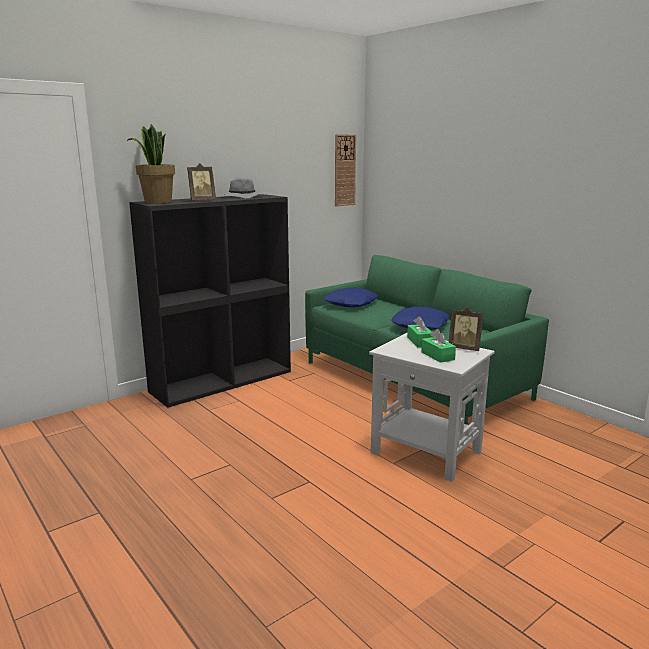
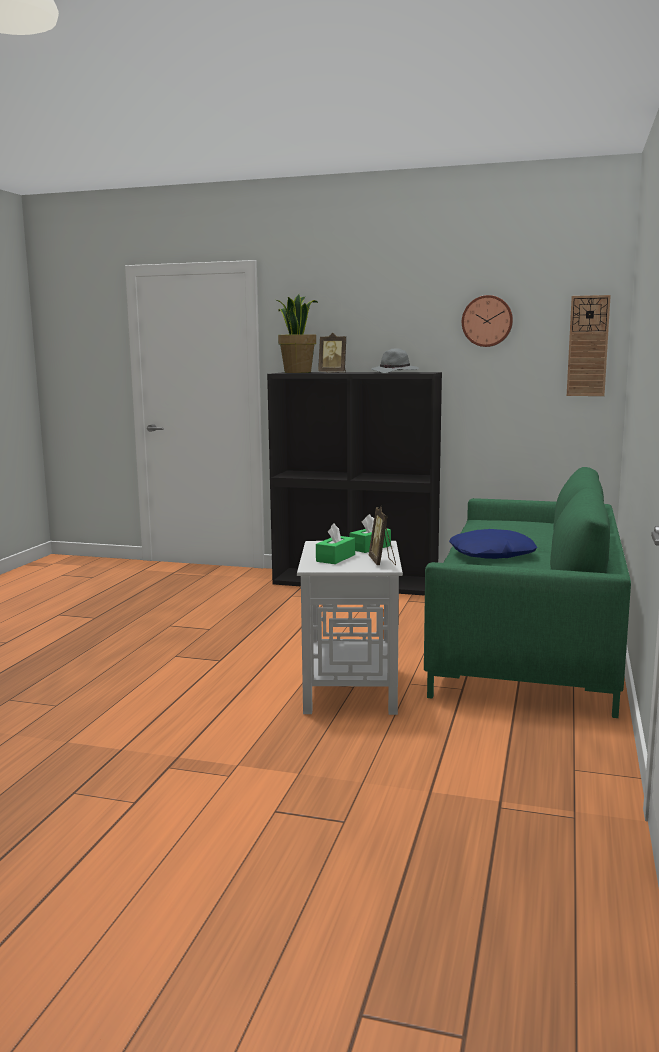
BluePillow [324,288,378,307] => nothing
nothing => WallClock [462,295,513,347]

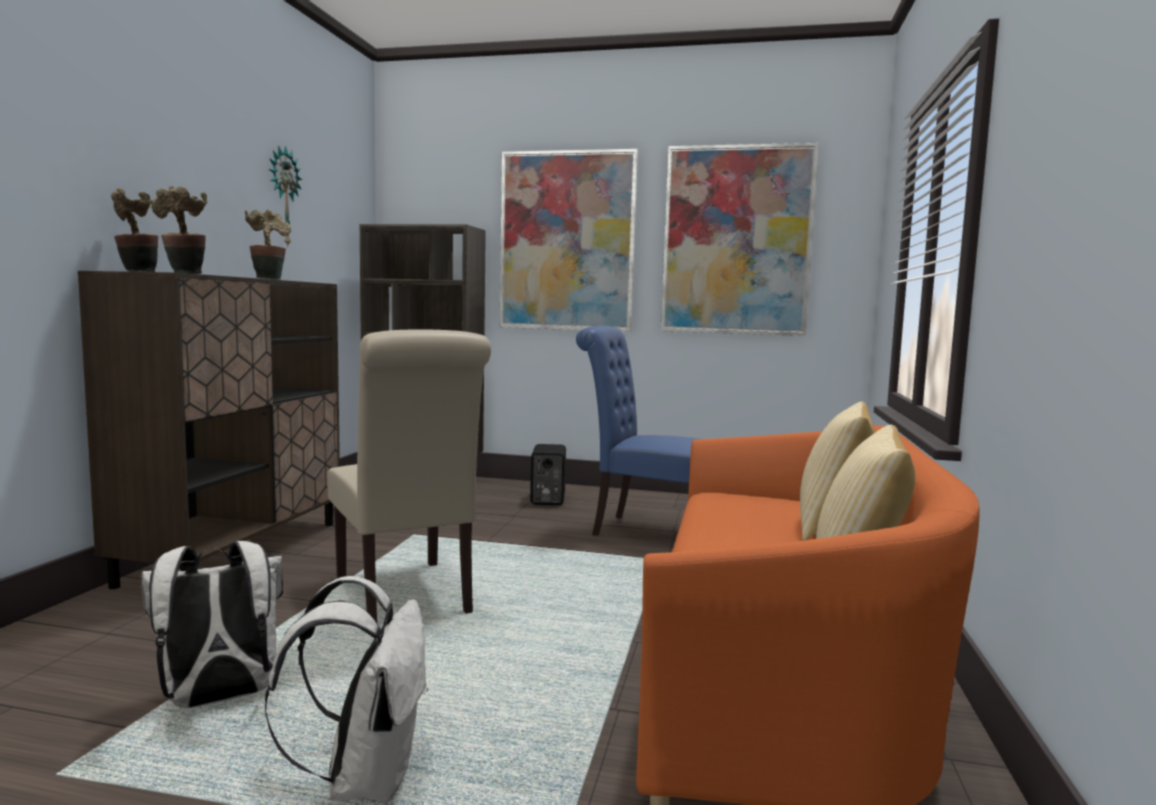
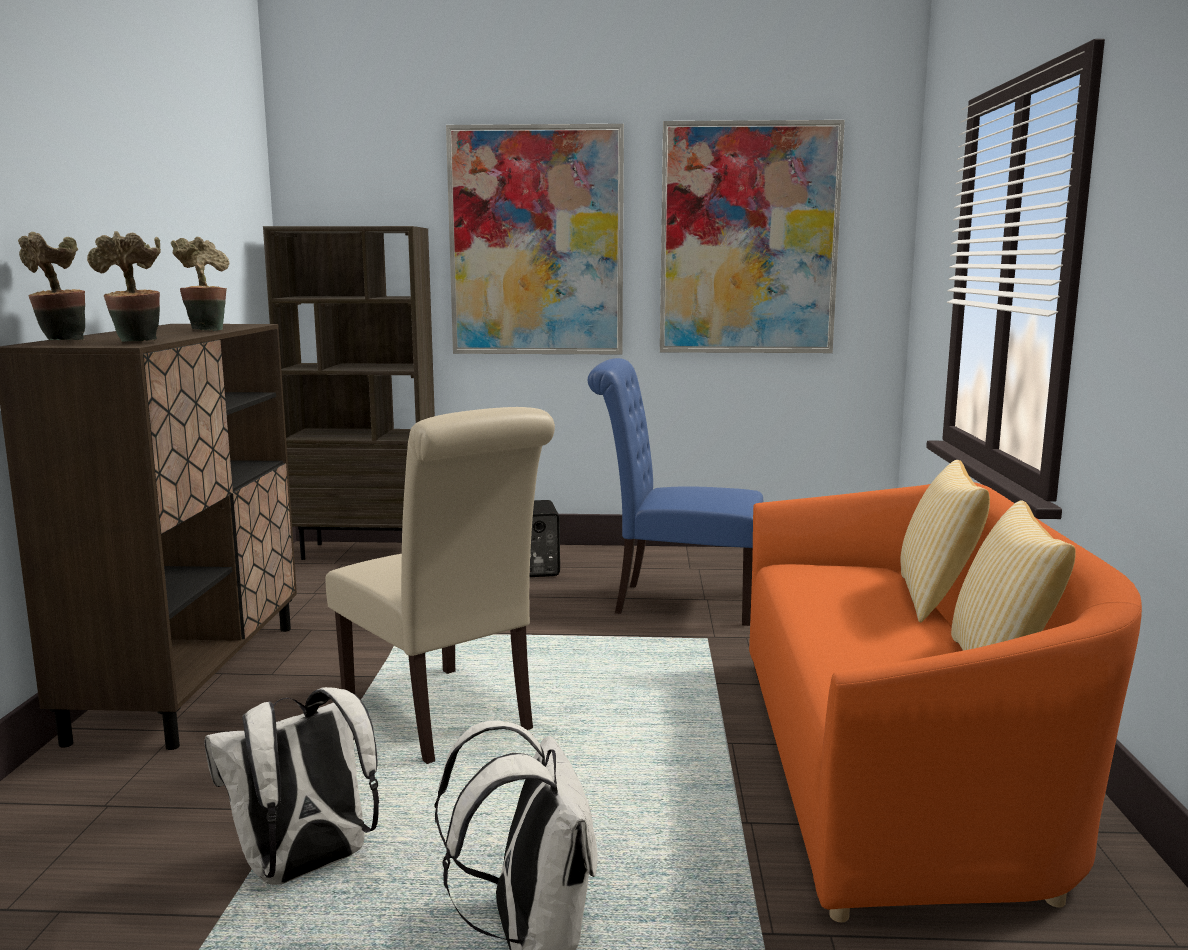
WallClock [269,146,302,248] => nothing

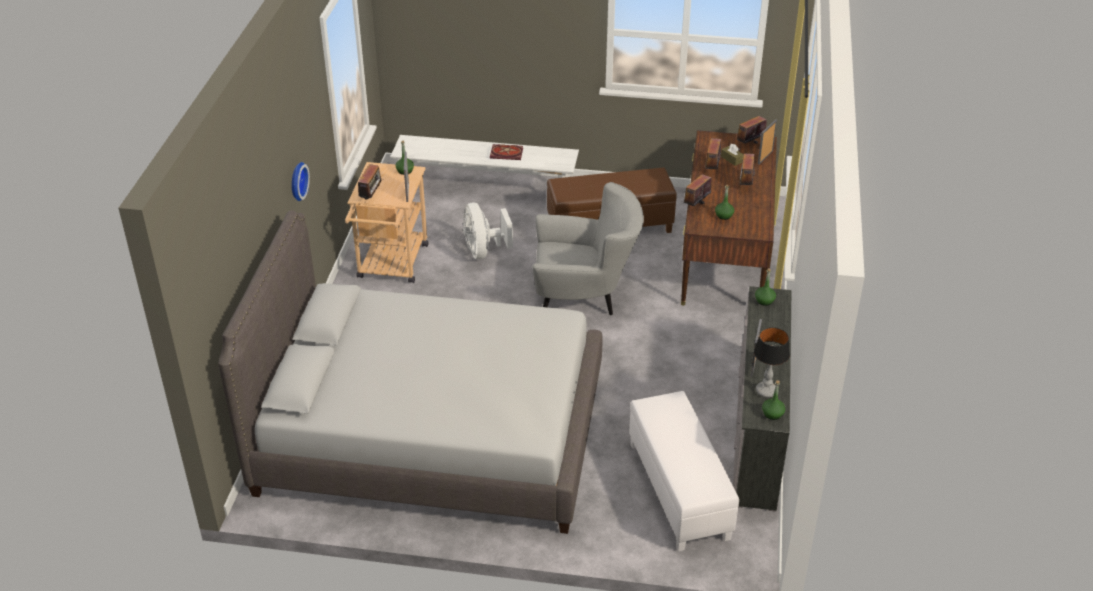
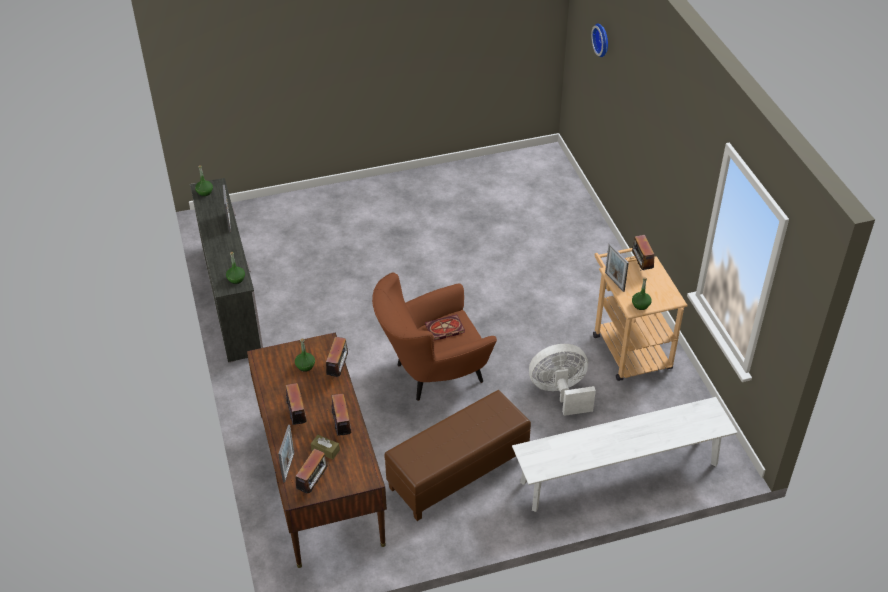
Book [490,144,523,160] => Book [425,314,465,341], moved
WallClock [292,162,310,201] => WallClock [591,23,608,57], moved
GreyArmchair [532,182,644,315] => BrownArmchair [372,272,497,401]
WhiteFan [463,203,513,259] => WhiteFan [529,344,596,416], 60 degrees counterclockwise
GreyBed [218,210,603,534] => nothing
TableLamp [754,327,790,398] => nothing
WhiteOttoman [629,391,739,551] => nothing

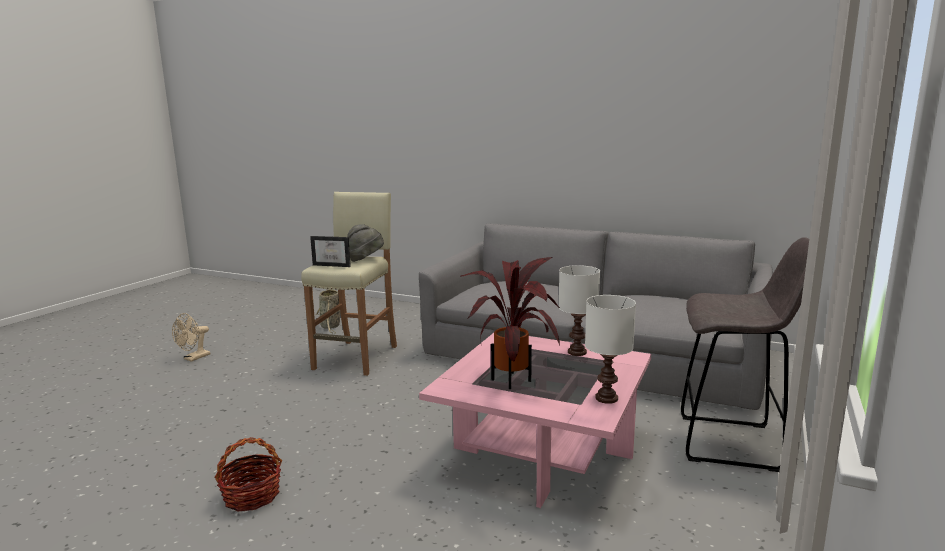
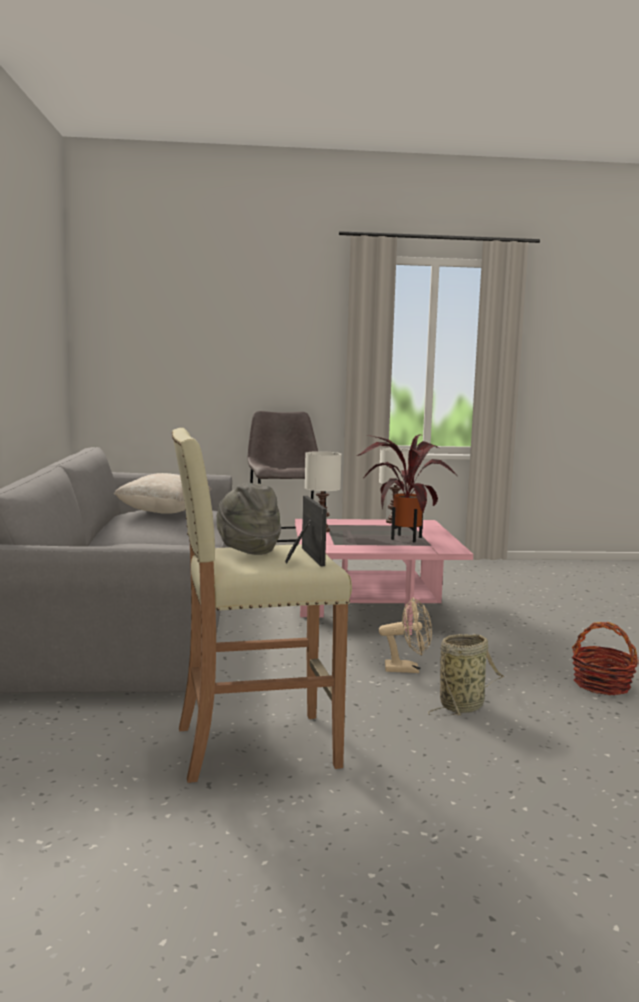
Basket [315,289,340,334] => Basket [428,634,504,716], moved
BeigeFan [172,313,210,362] => BeigeFan [379,598,432,673], moved
nothing => BeigePillow [113,473,211,514]

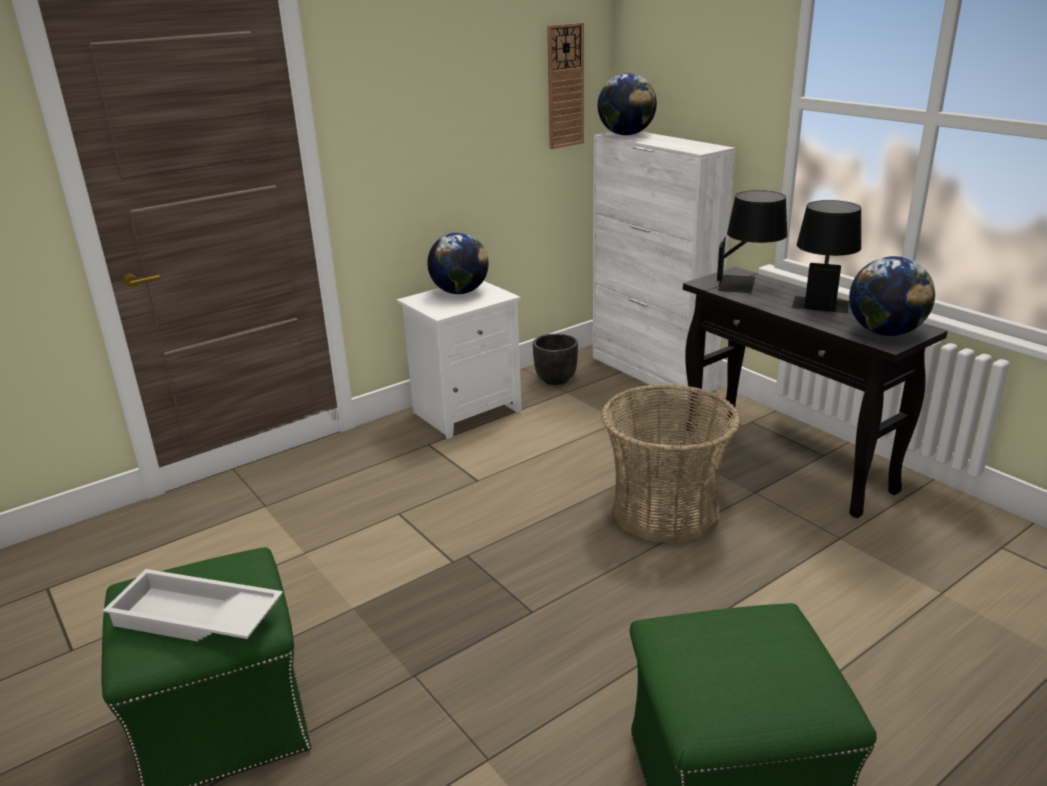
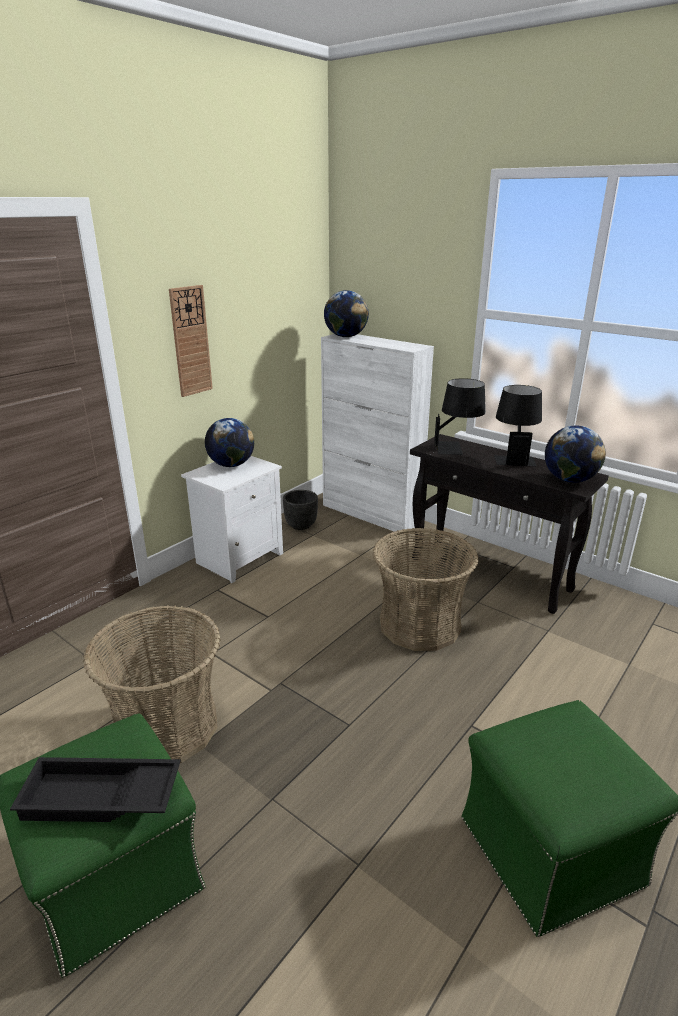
WallClock [547,23,584,149] => WallClock [169,285,213,397], moved
WhiteTray [103,569,283,642] => BlackTray [10,757,181,822]
nothing => Basket [83,605,221,763]

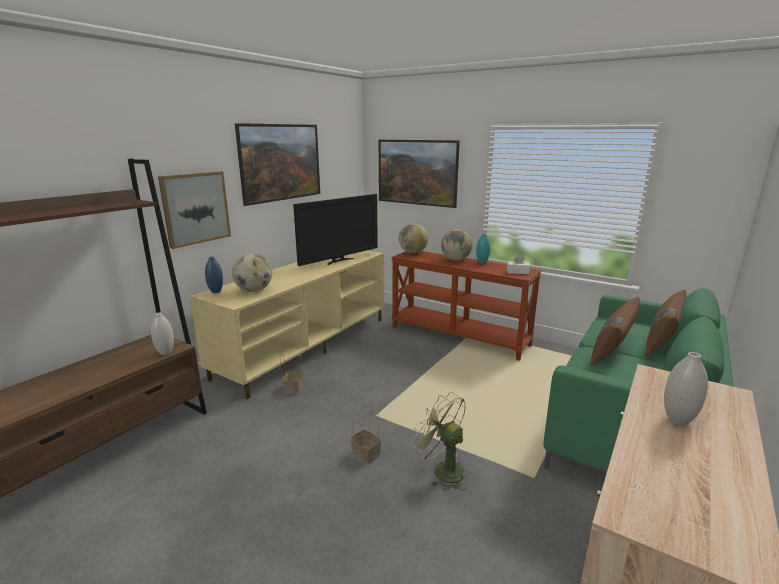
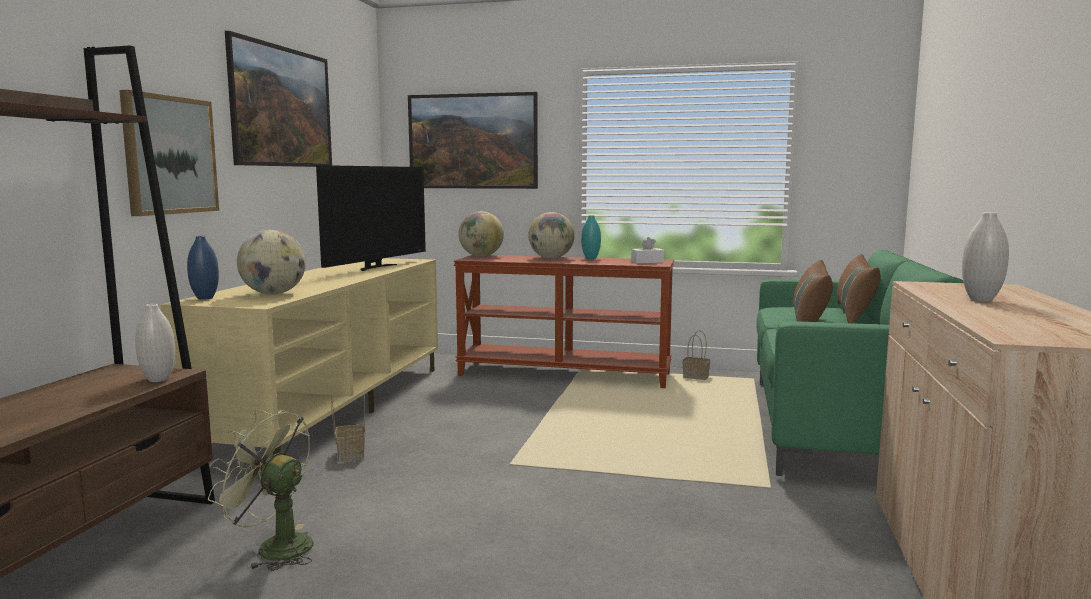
GreenFan [412,392,467,491] => GreenFan [208,409,314,571], moved
Basket [351,409,381,464] => Basket [683,330,710,380], moved

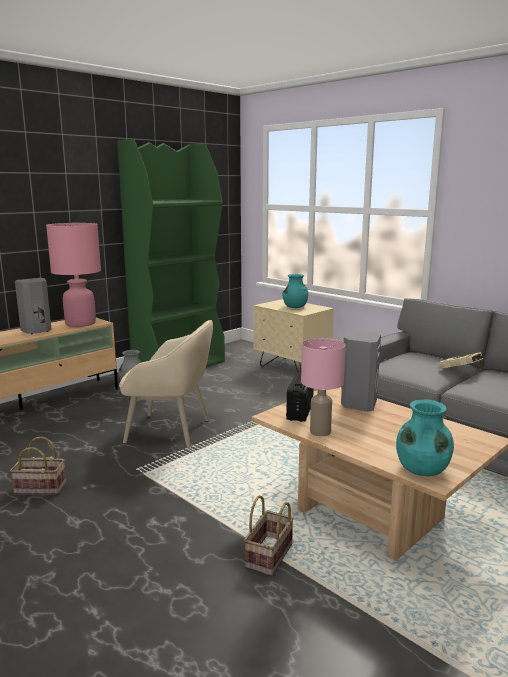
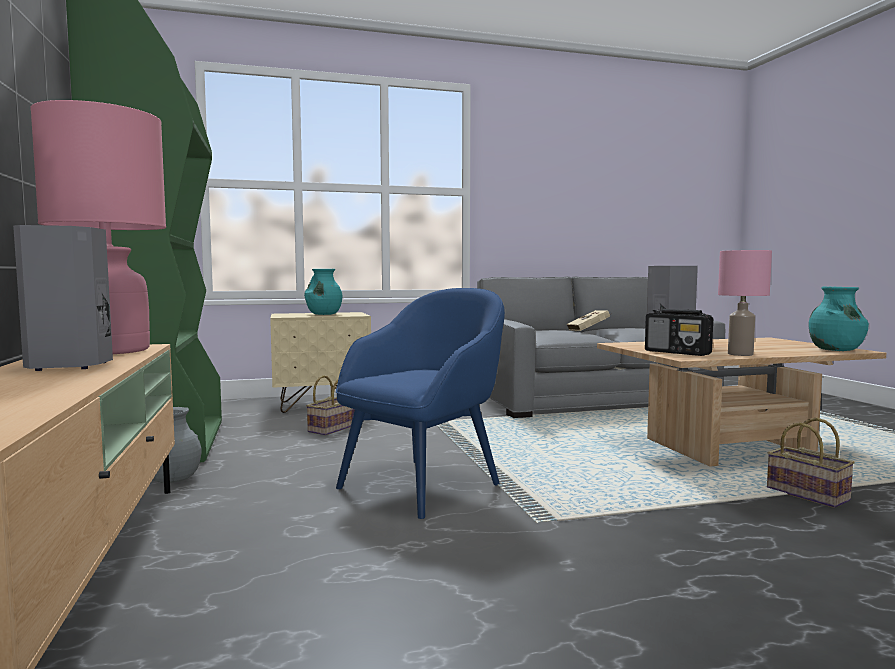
BeigeArmchair [119,320,213,449] => BlueArmchair [336,288,505,519]
Basket [10,437,66,495] => Basket [306,375,355,435], moved

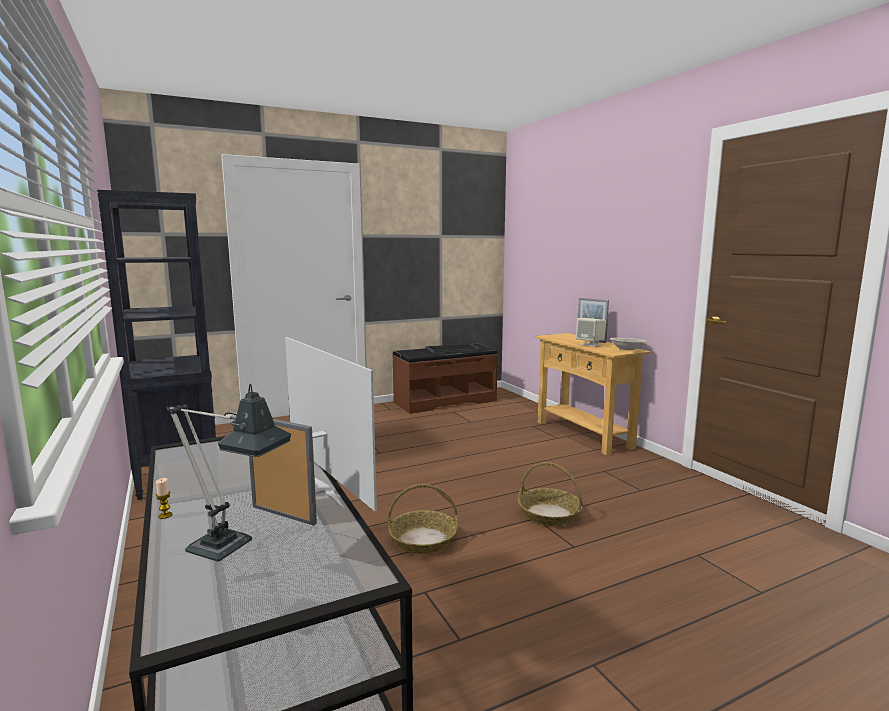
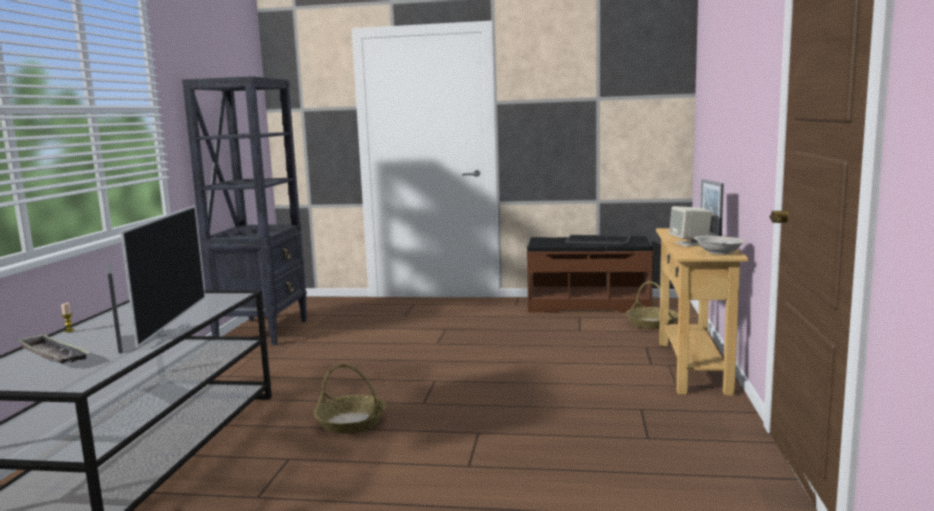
TableLamp [167,384,291,561] => Tray [17,334,90,363]
Basket [518,462,583,526] => Basket [626,281,678,329], moved

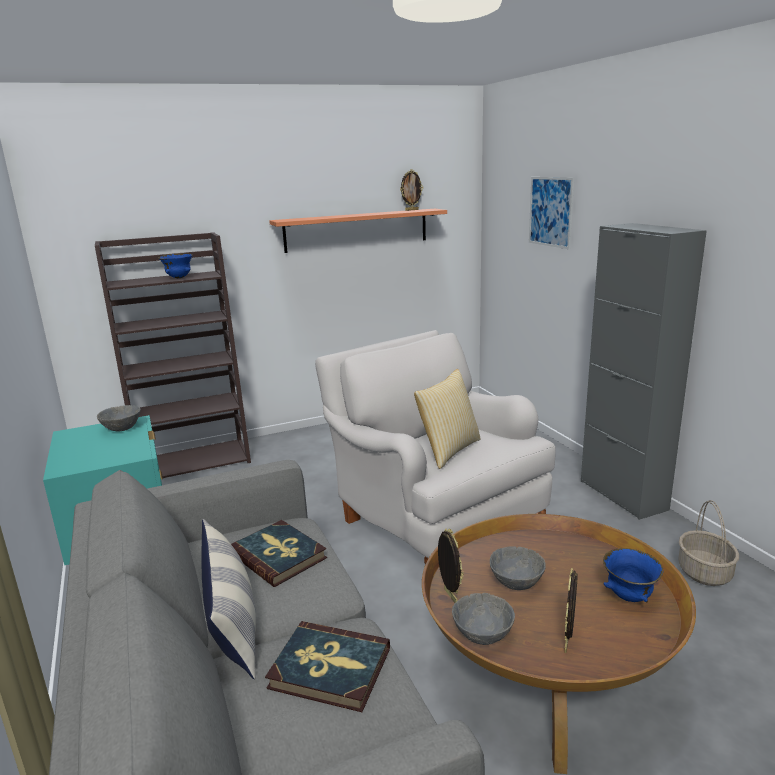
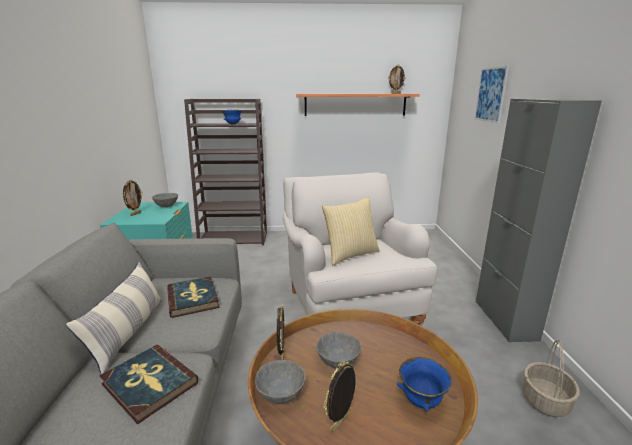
nothing => PictureFrame [123,179,143,216]

